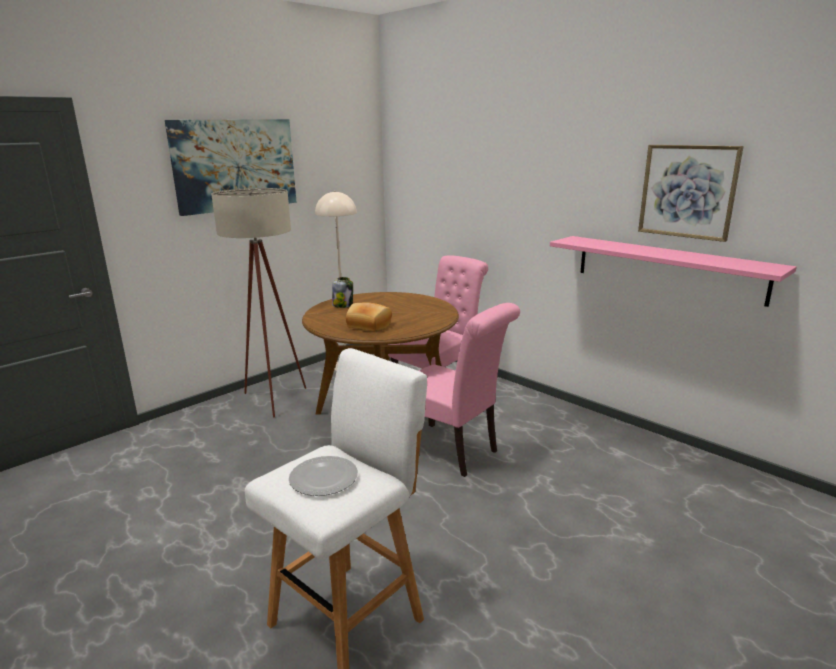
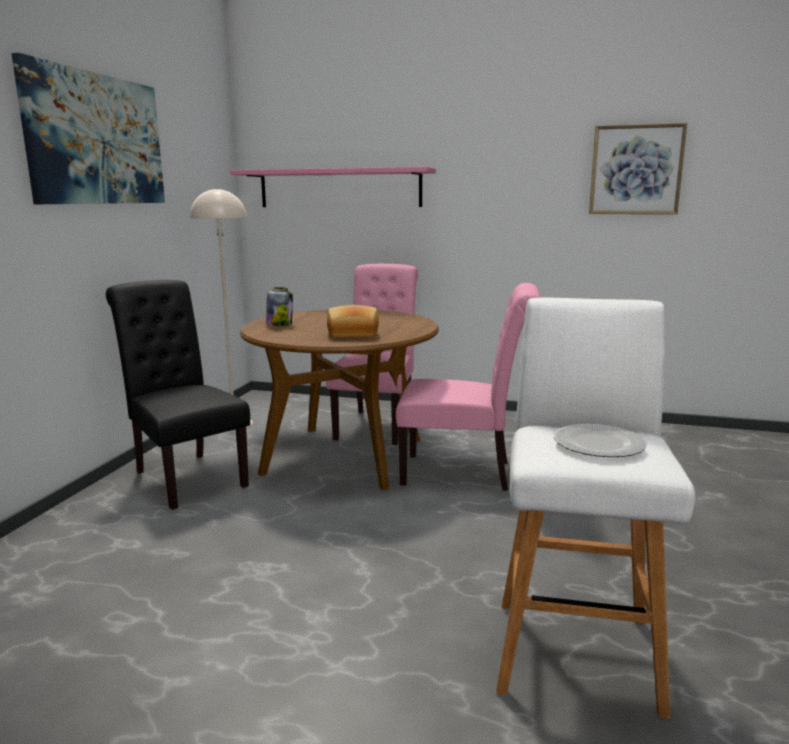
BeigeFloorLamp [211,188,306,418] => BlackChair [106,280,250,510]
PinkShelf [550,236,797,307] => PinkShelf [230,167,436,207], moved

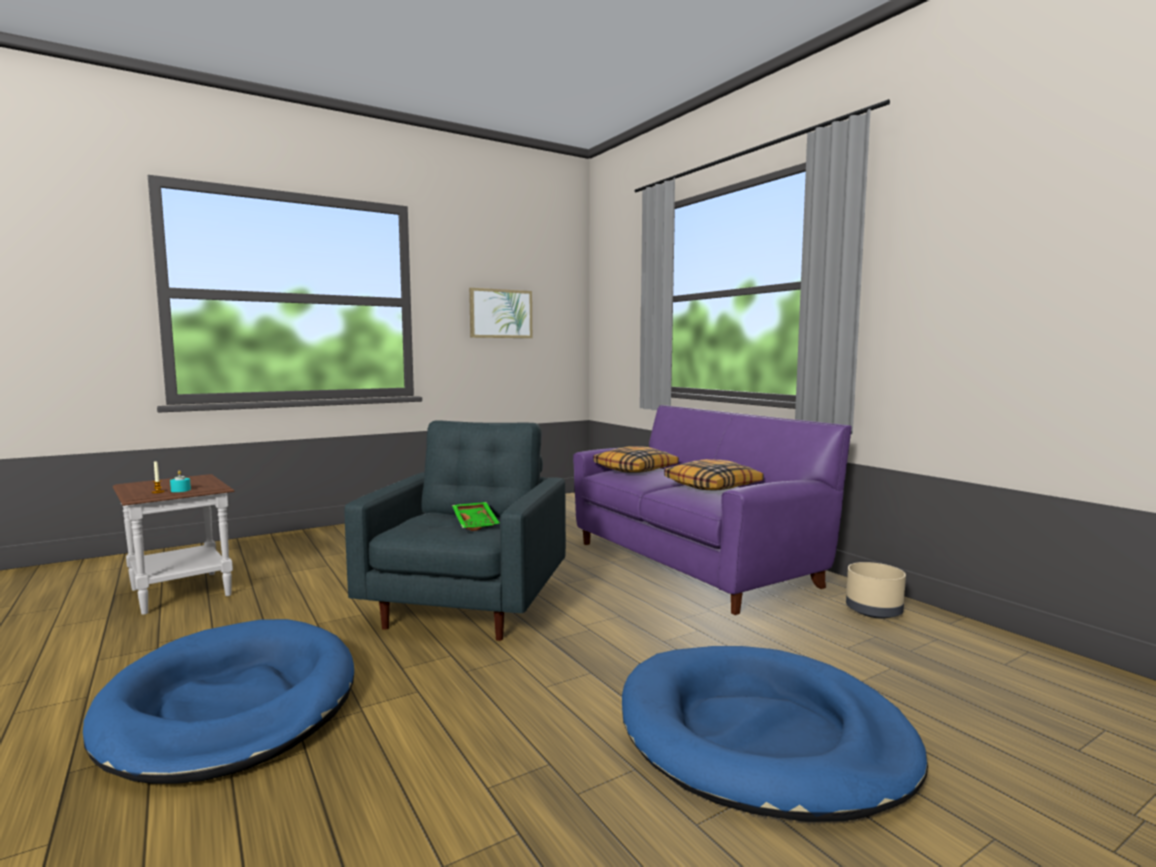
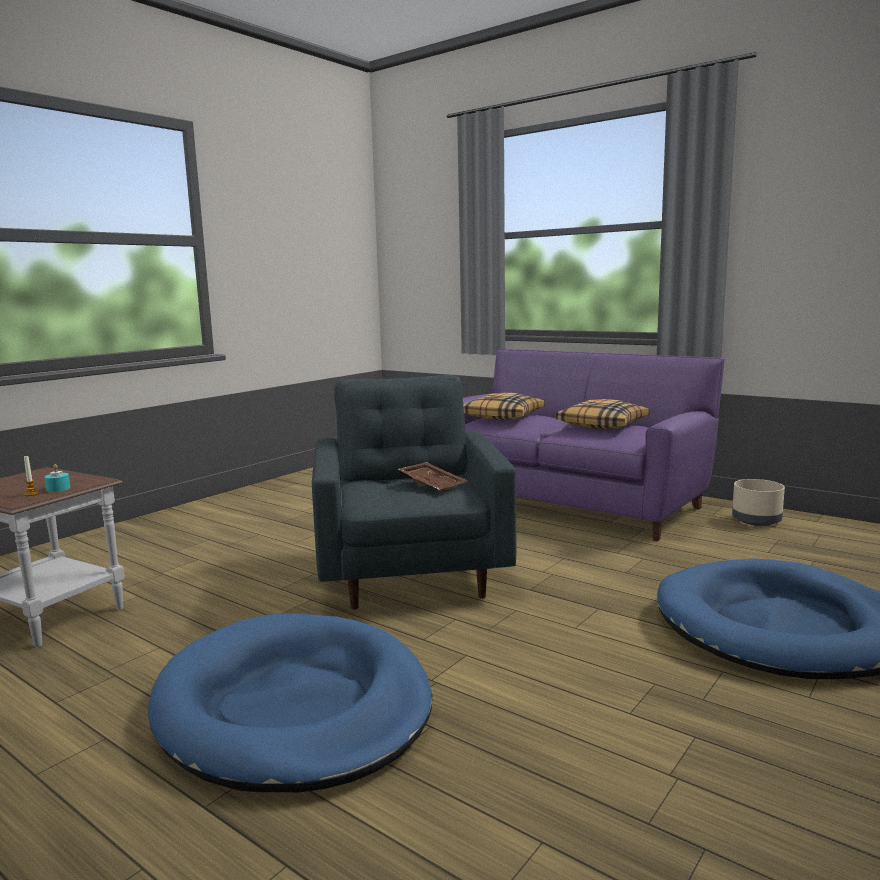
Picture [469,288,532,338] => nothing
GreenTray [452,502,499,531] => BrownTray [398,462,468,492]

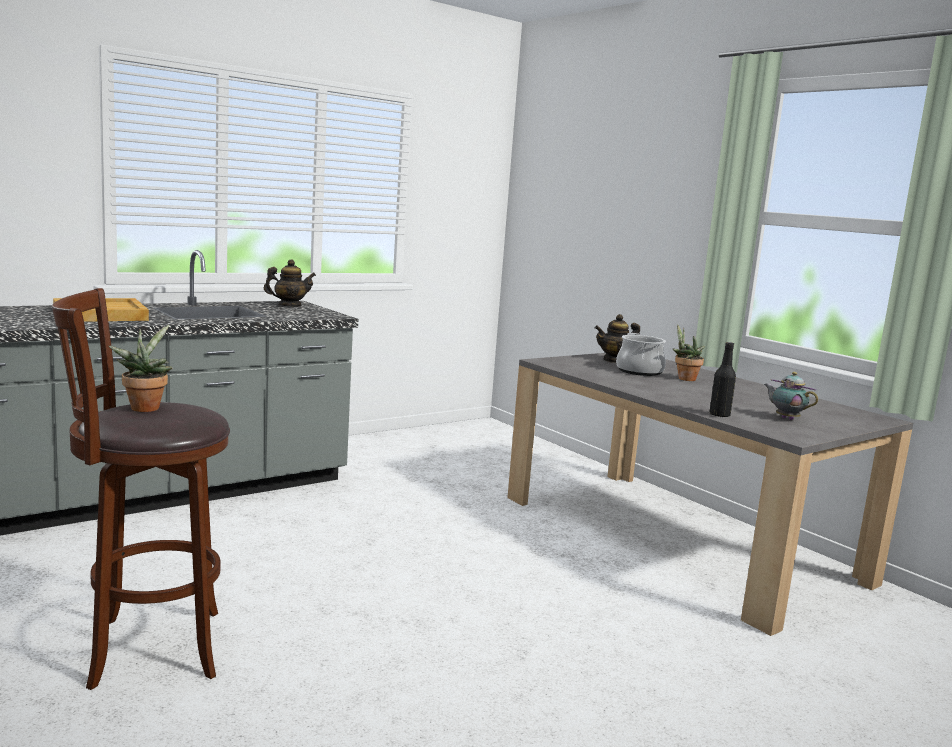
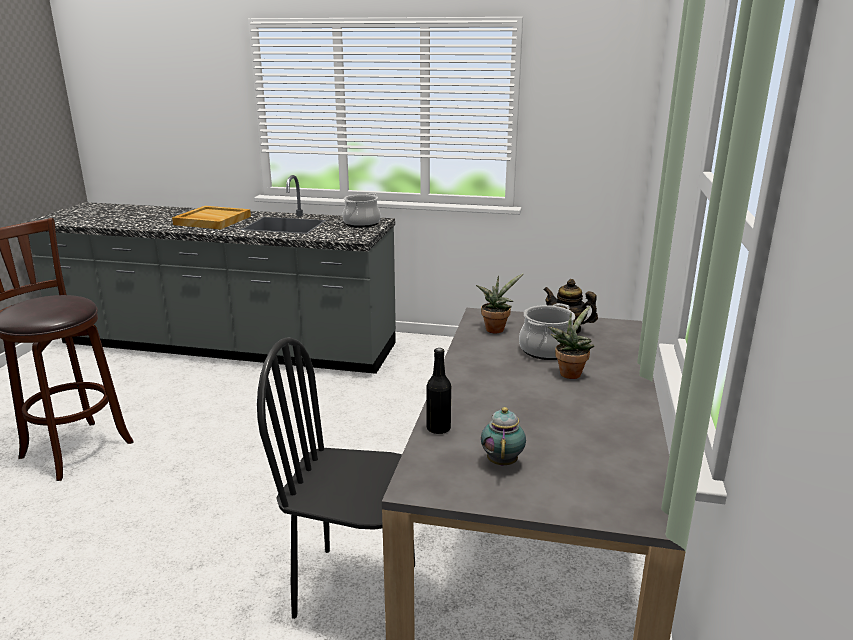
Teapot [264,259,316,306] => CookingPot [342,193,381,228]
PottedPlant [109,325,172,412] => PottedPlant [476,273,524,334], moved
nothing => BlackChair [257,337,415,619]

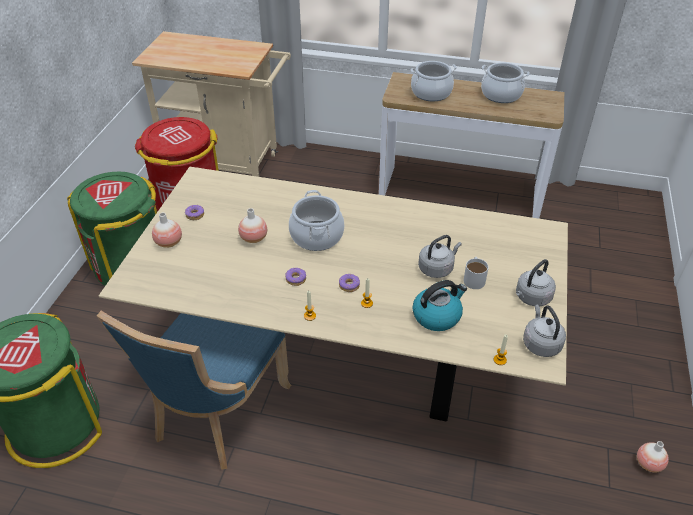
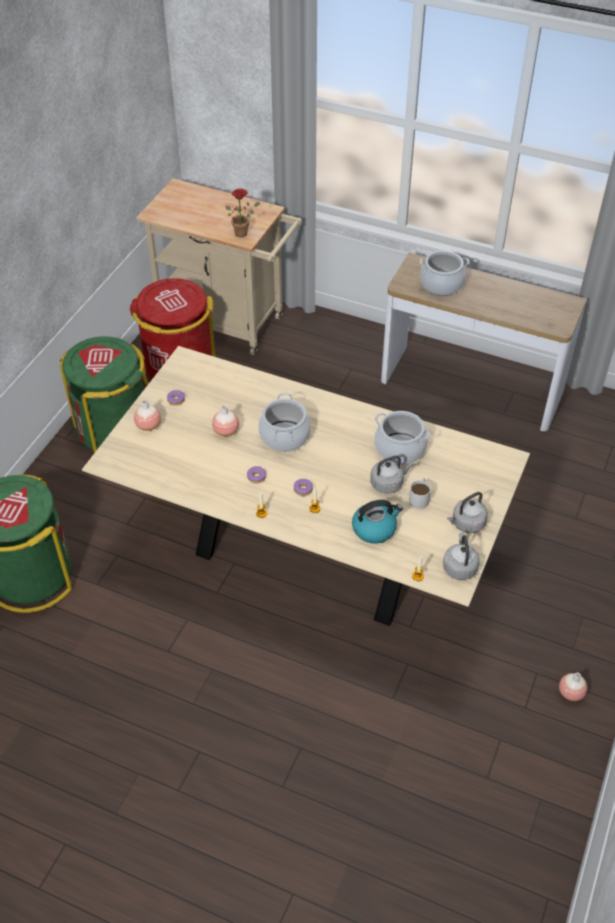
CookingPot [481,62,530,103] => CookingPot [375,411,430,465], moved
BlueChair [97,311,291,470] => nothing
nothing => PottedPlant [226,189,260,237]

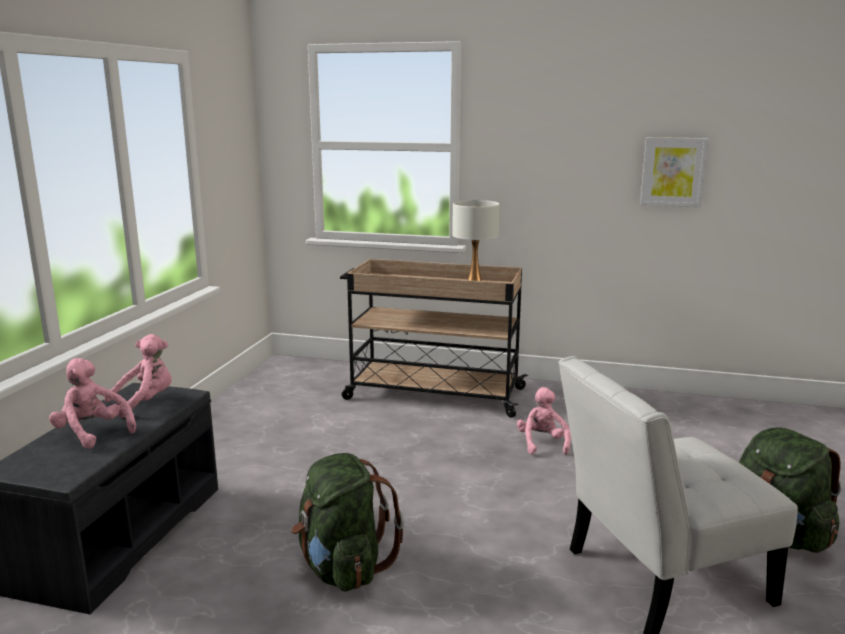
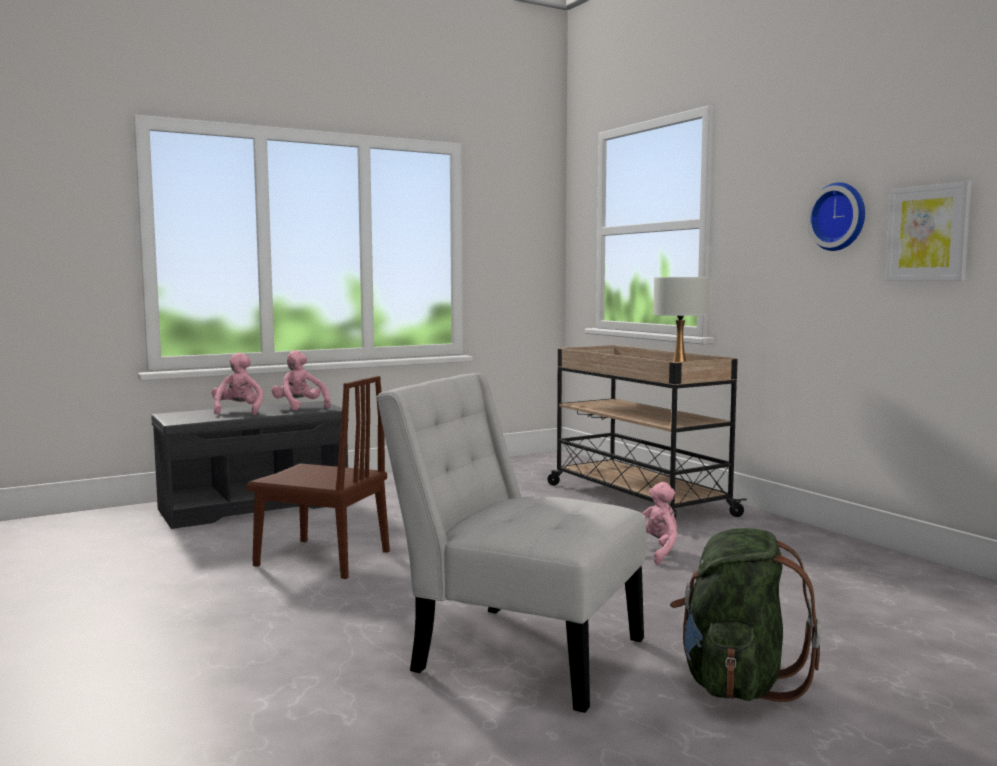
PinkPlushToy [105,334,172,418] => PinkPlushToy [272,350,330,410], 135 degrees counterclockwise
GreenBackpack [291,453,404,592] => BrownChair [246,376,390,579]
nothing => WallClock [806,182,865,251]

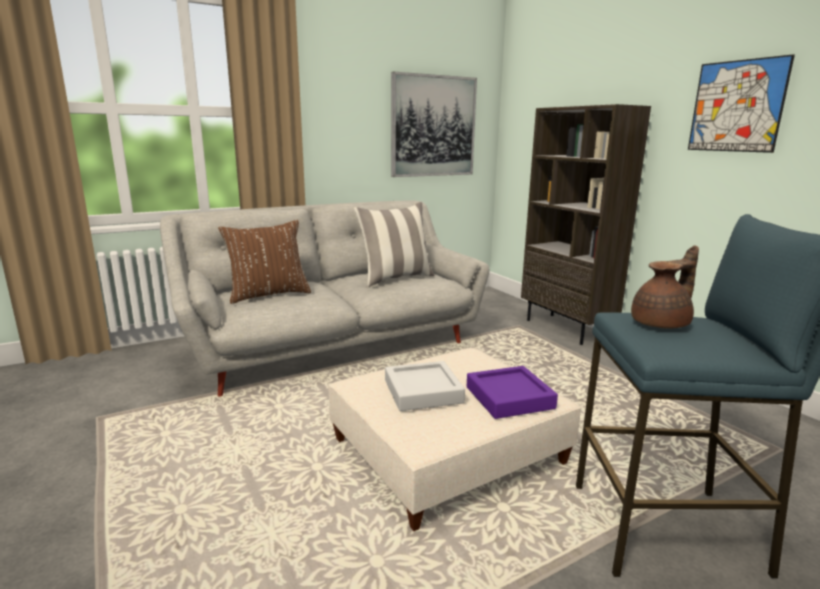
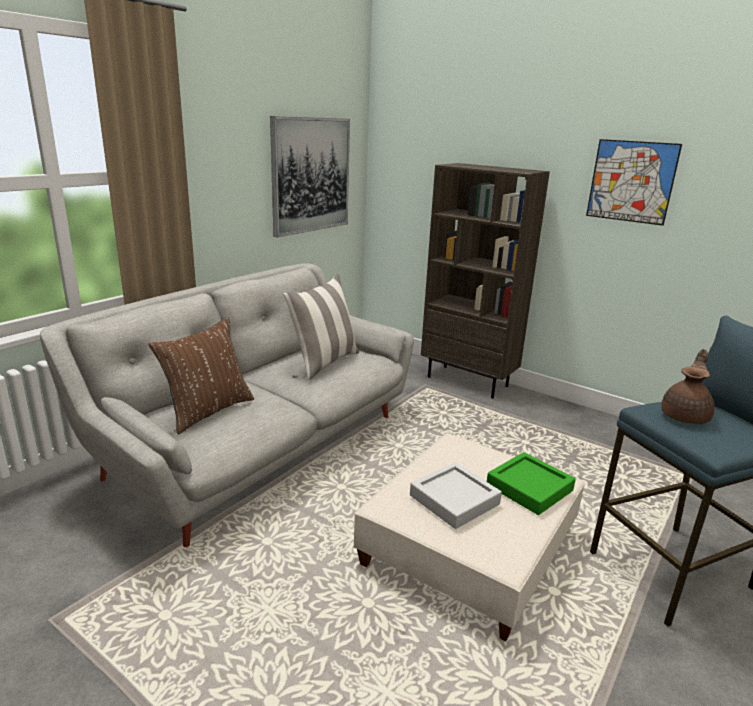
PurpleTray [467,366,558,419] => GreenTray [487,452,576,515]

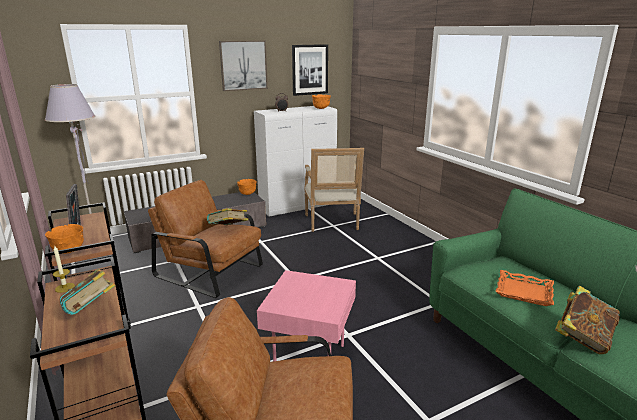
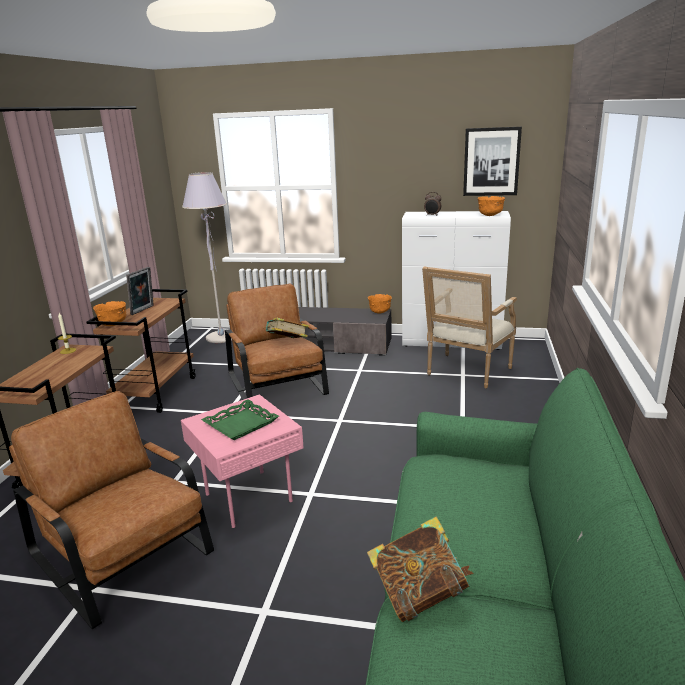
Picture [219,40,268,91] => nothing
Book [59,269,116,315] => nothing
OrangeTray [495,270,554,306] => nothing
nothing => GreenTray [201,399,279,440]

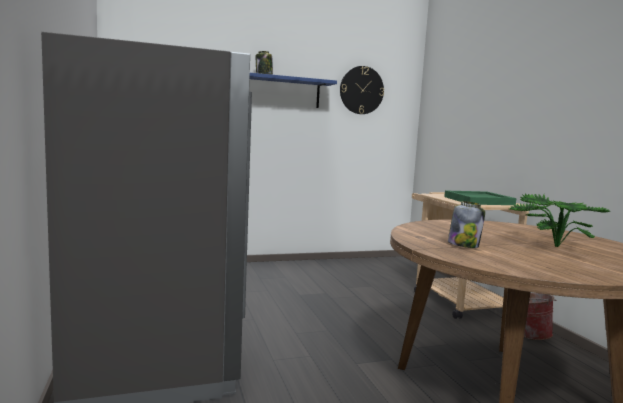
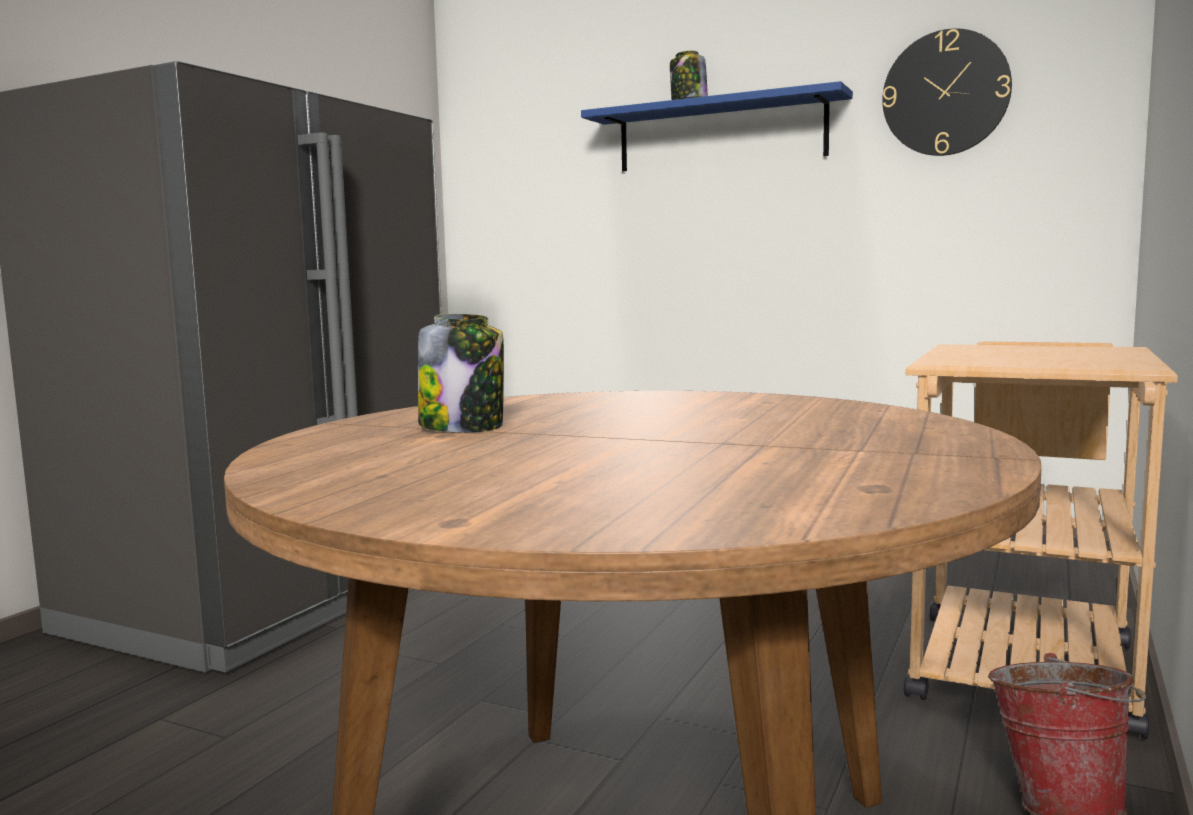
GreenTray [444,190,516,205] => nothing
PottedPlant [509,194,610,247] => nothing

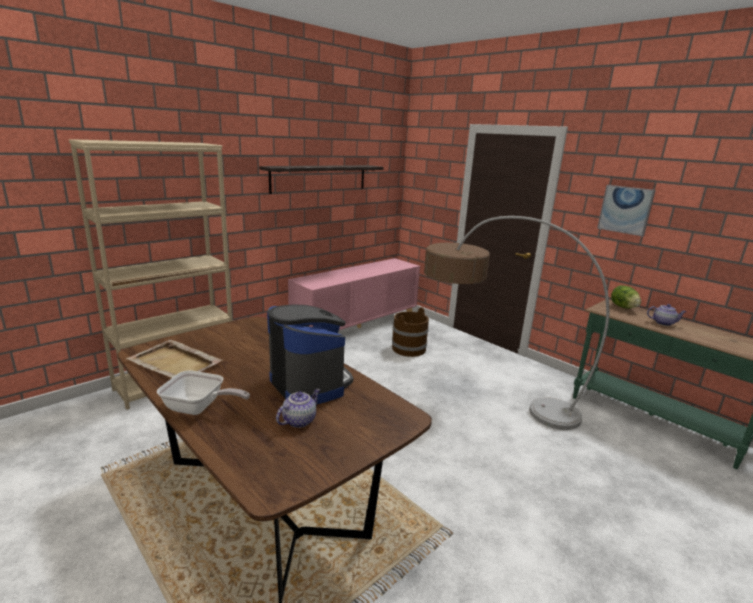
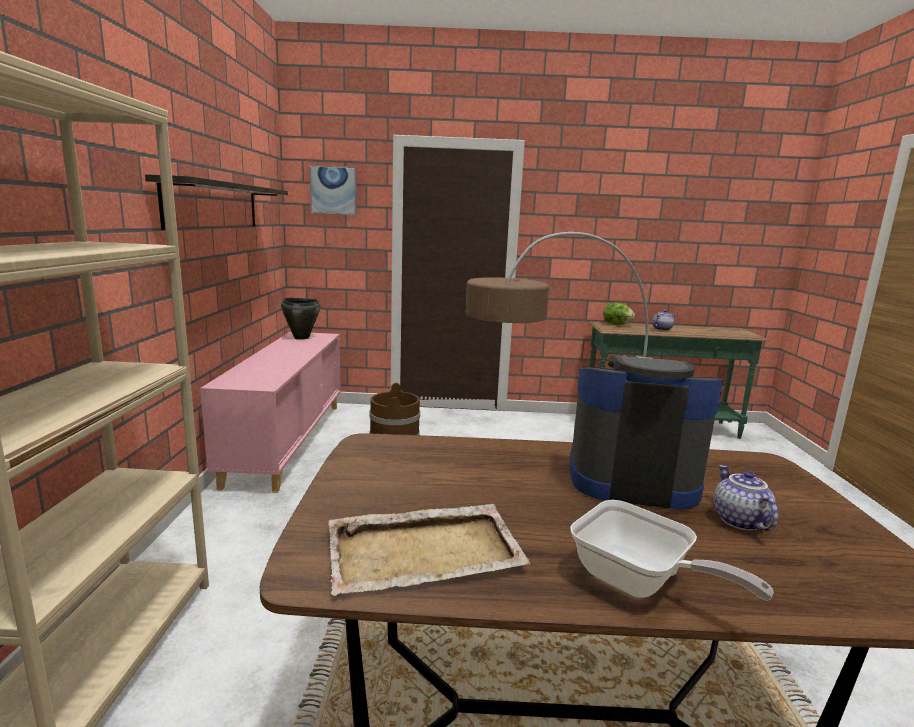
Picture [597,185,656,236] => Picture [309,165,357,215], moved
FryingPan [157,370,250,415] => FryingPan [570,500,774,601], 75 degrees clockwise
nothing => BlackCookingPot [281,298,320,340]

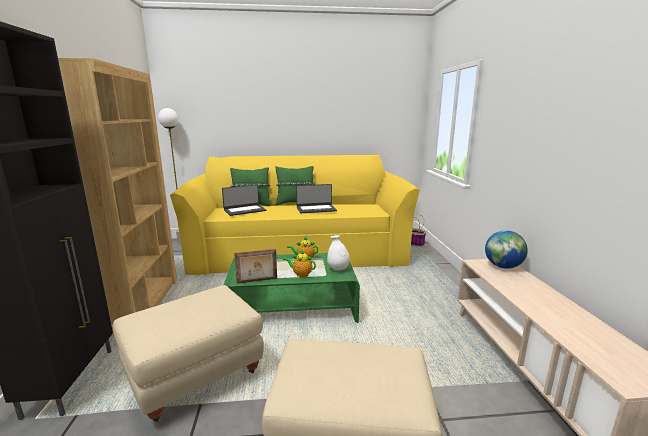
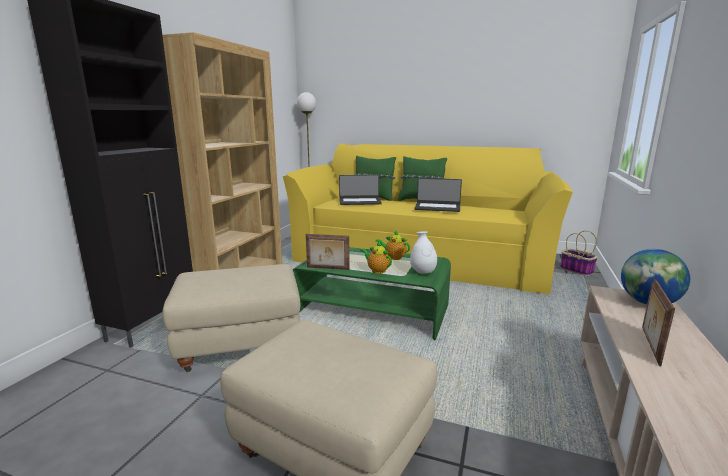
nothing => PictureFrame [642,279,675,366]

